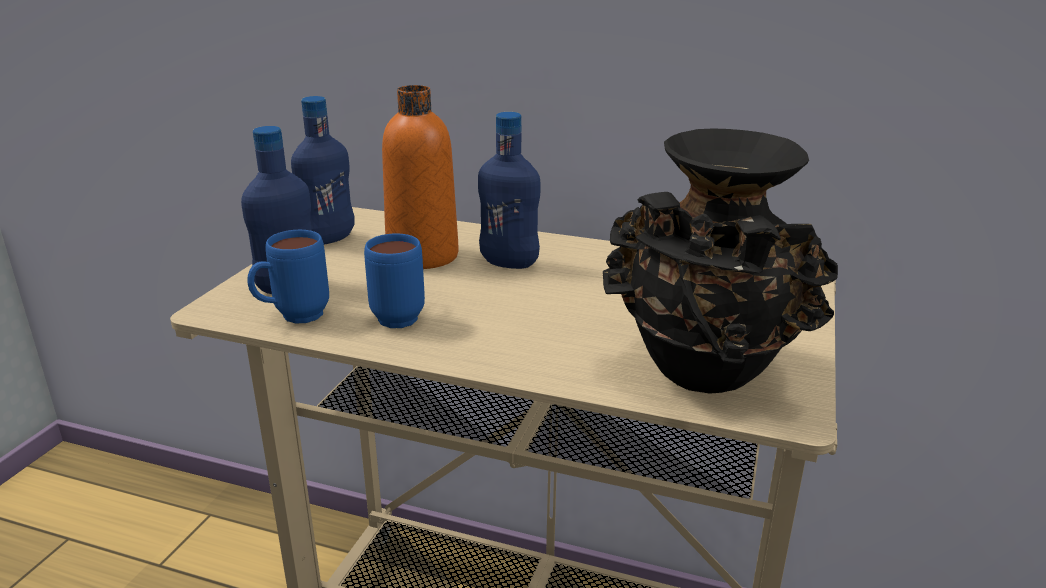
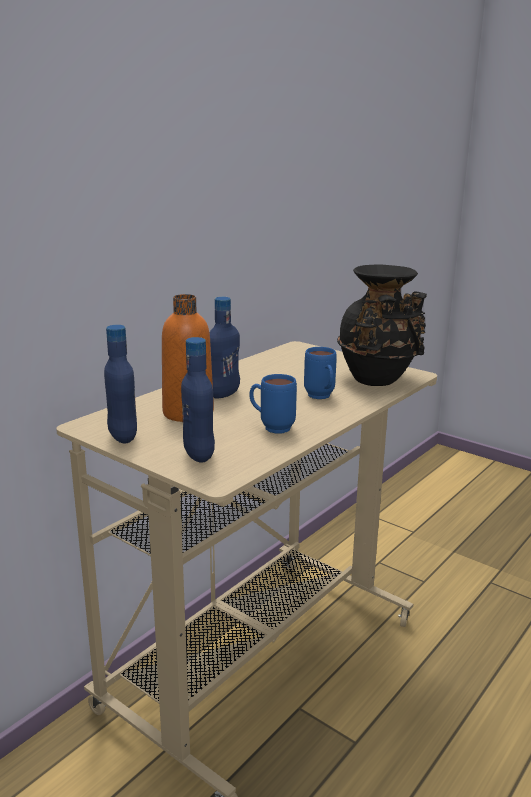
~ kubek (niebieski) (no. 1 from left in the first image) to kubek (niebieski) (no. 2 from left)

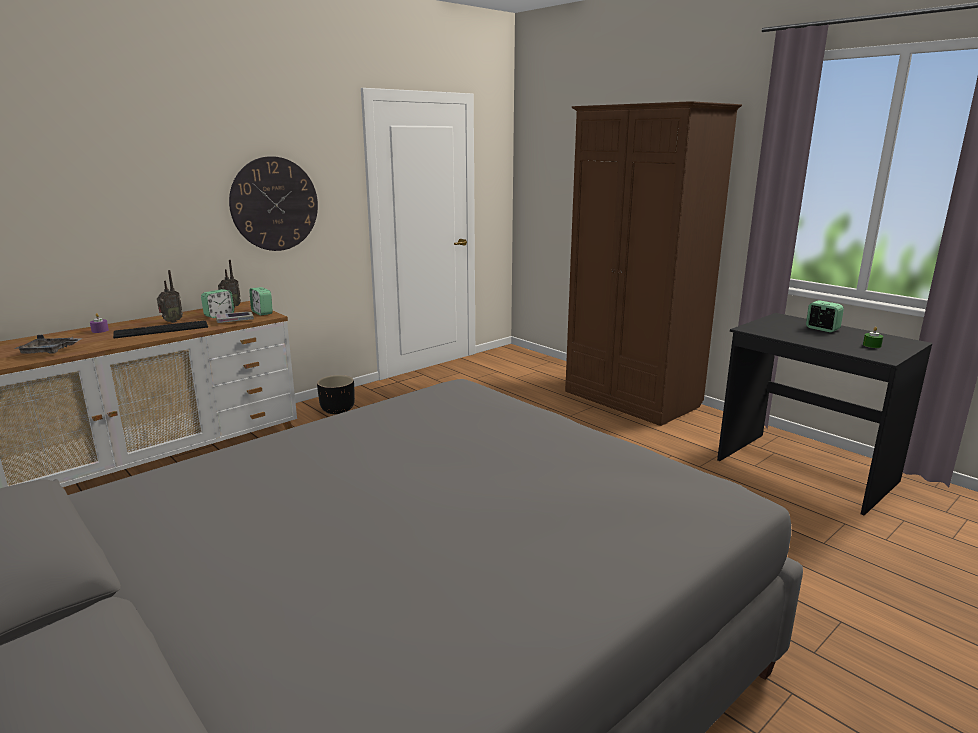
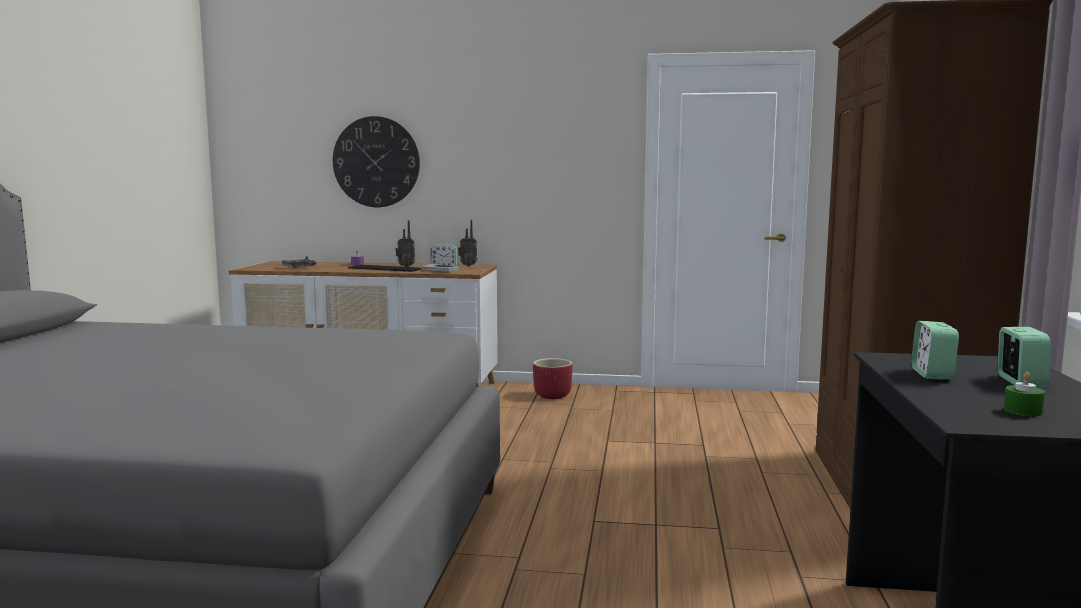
~ zegar ścienny
~ budzik (no. 2 from left)
~ donica (czarny) to donica (czerwony)

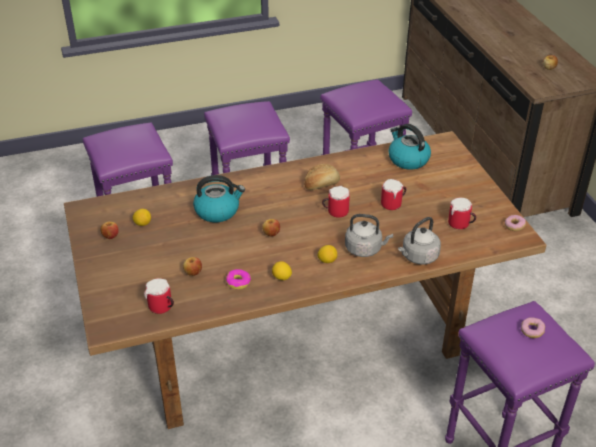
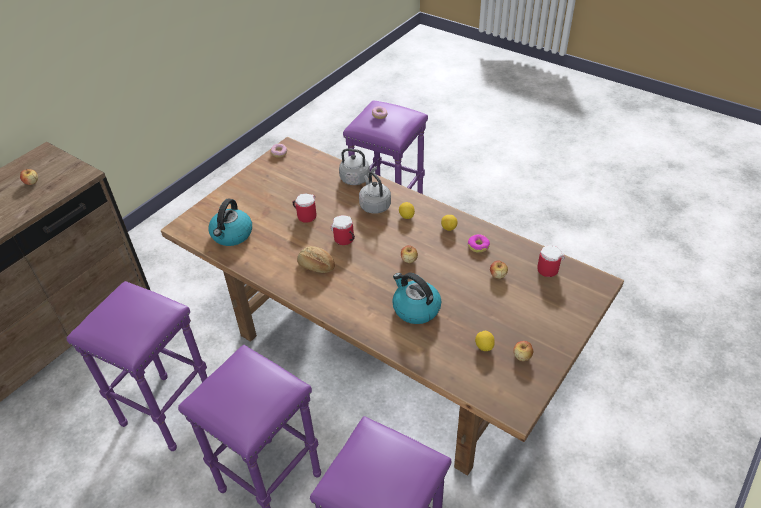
- kubek (no. 4 from left)

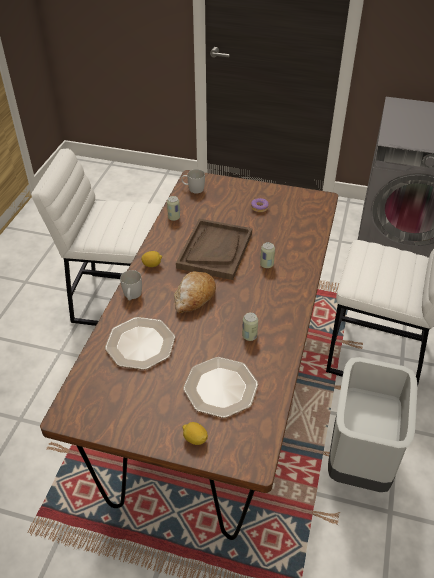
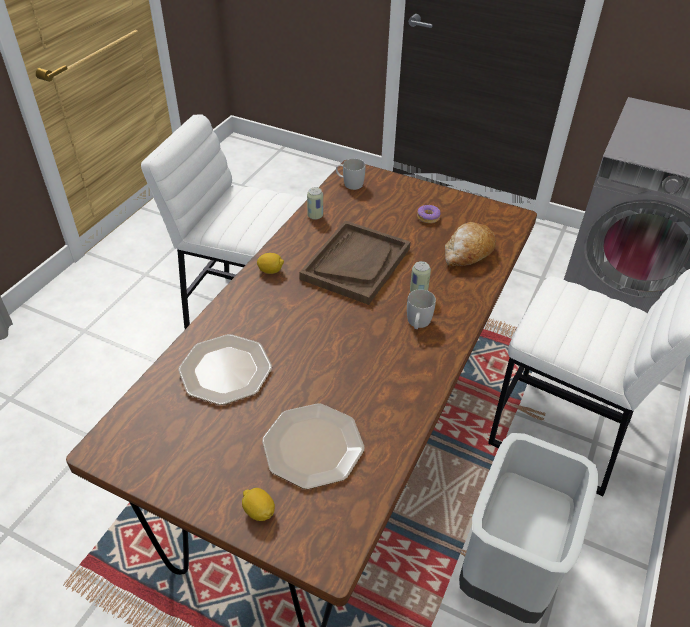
~ kubek (biały) (no. 1 from left in the first image) to kubek (biały) (no. 2 from left)
~ chleb
- puszka (no. 2 from left)

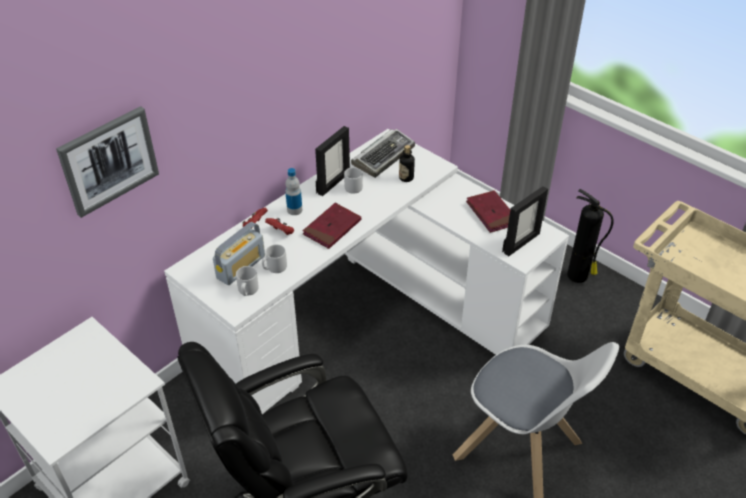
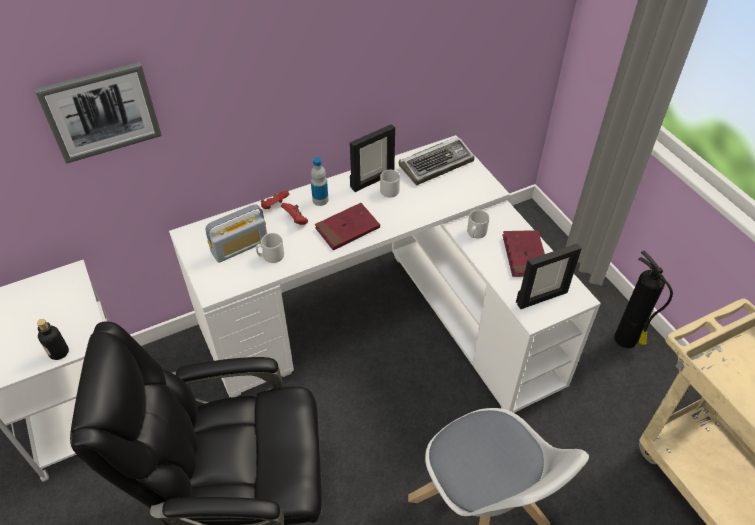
~ butelka (no. 2 from left in the first image) to butelka (no. 1 from left)
~ kubek (szary) (no. 1 from left in the first image) to kubek (szary) (no. 3 from left)

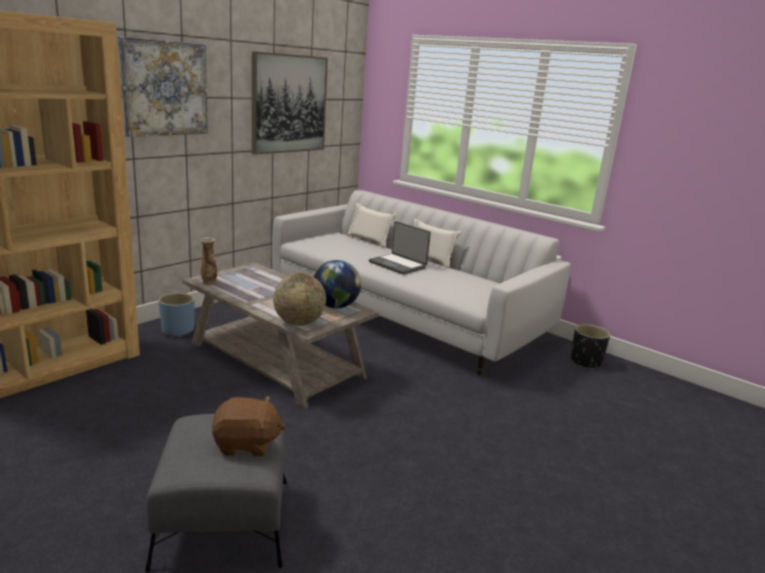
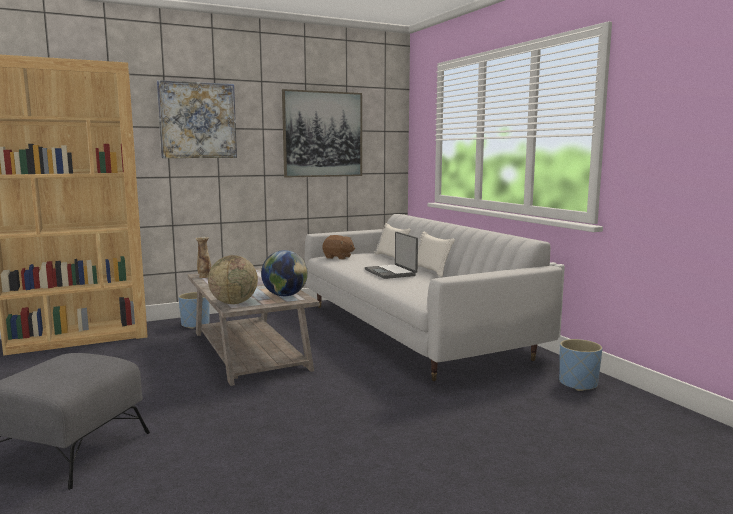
~ donica (czarny) to donica (niebieski) (no. 2 from left)
~ pluszak (brązowy)

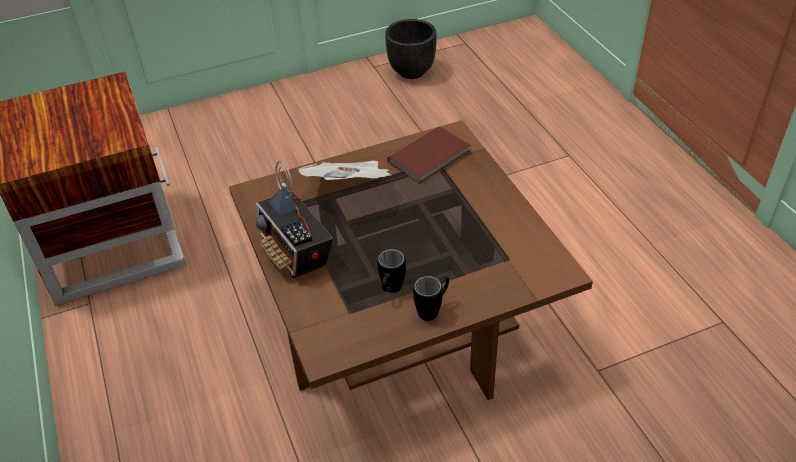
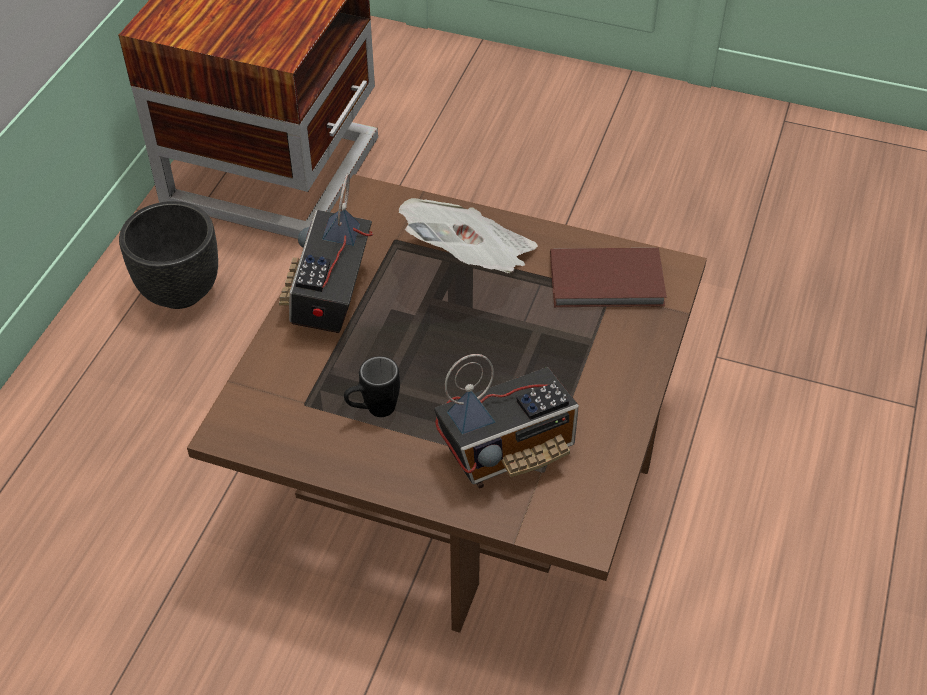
~ donica (czarny)
- kubek (czarny) (no. 2 from left)
+ radio (no. 2 from left)

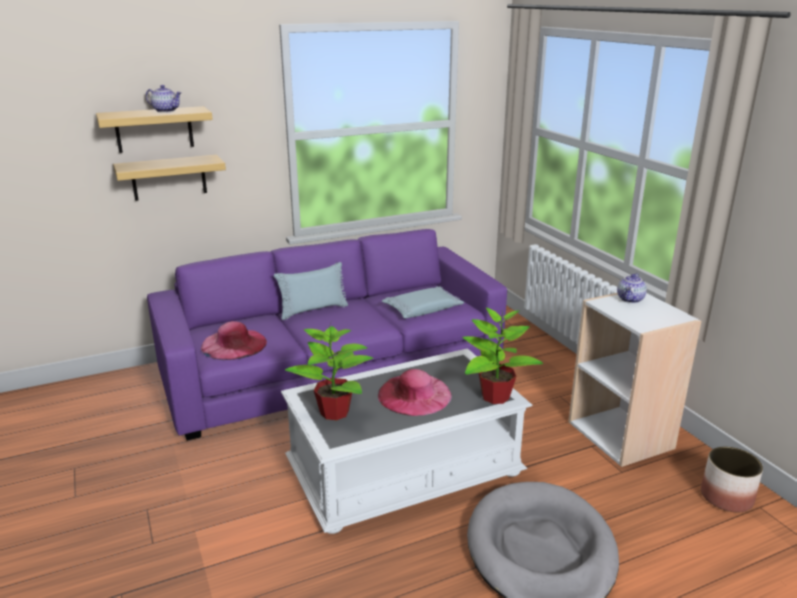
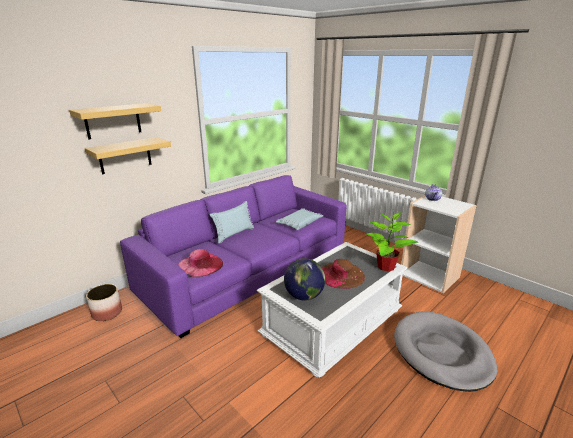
- imbryk (no. 1 from left)
~ roślina doniczkowa (no. 1 from left) to globus
~ kapelusz (różowy) (no. 2 from left) to kapelusz (brązowy)
~ donica

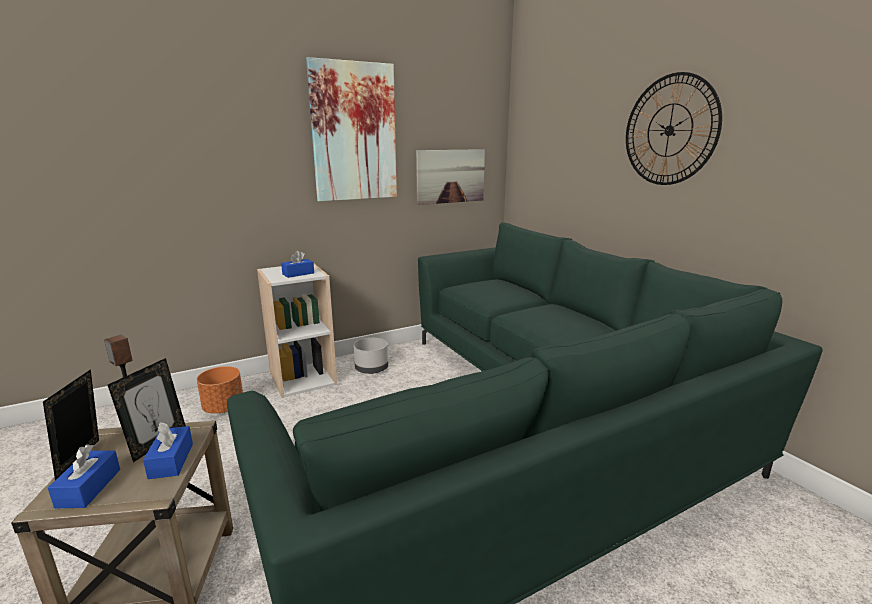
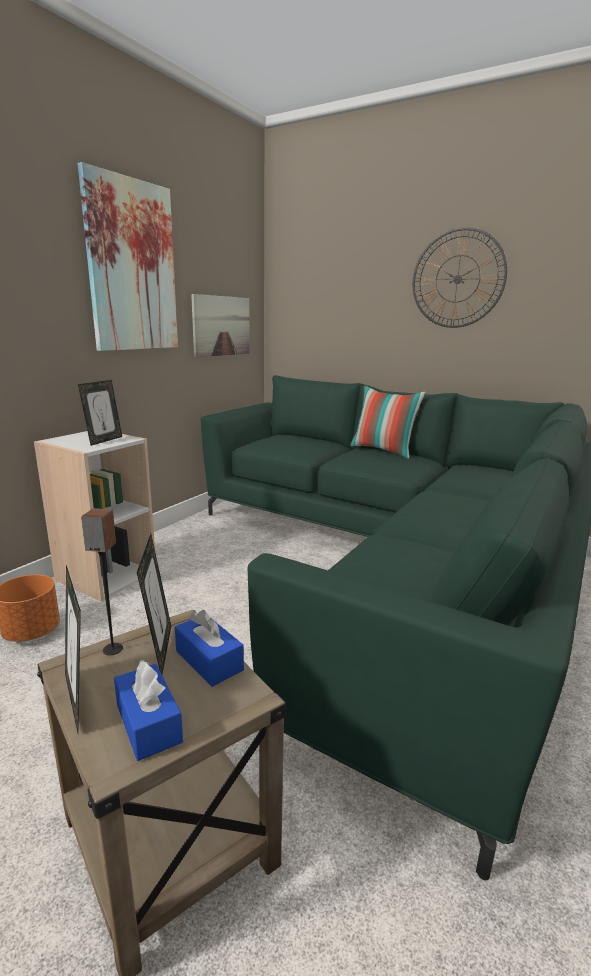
~ pudełko chusteczek (niebieski) (no. 3 from left) to ramka na zdjęcie (no. 2 from left)
- donica (szary)
+ poduszka

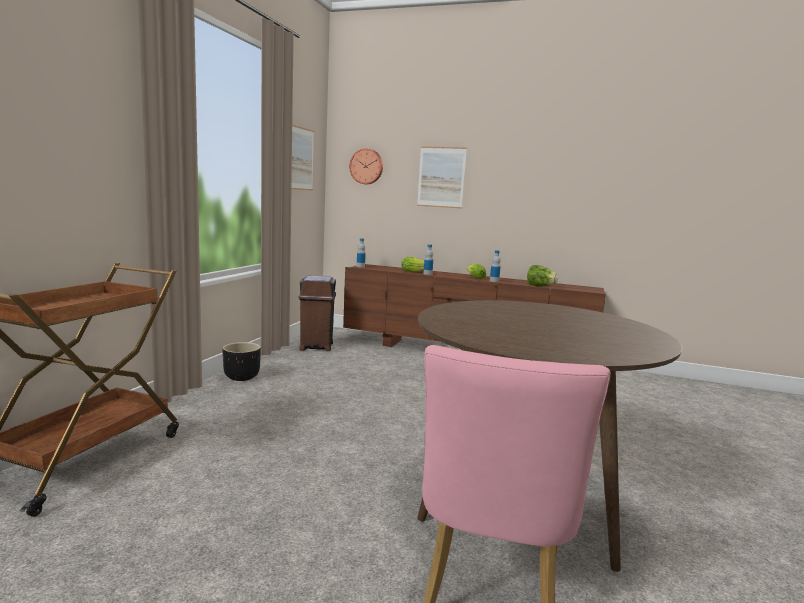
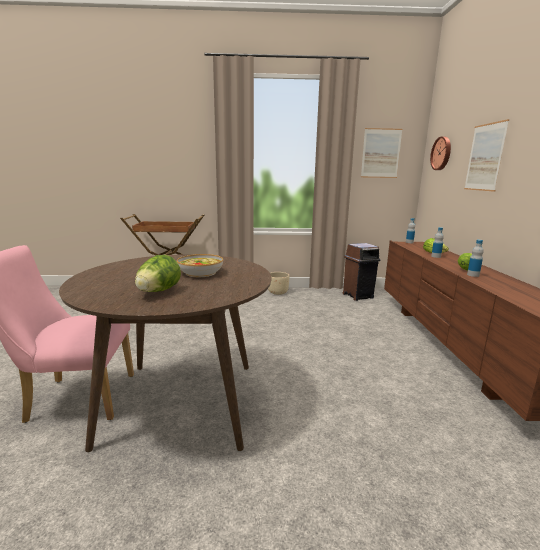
~ sałata (no. 3 from left in the first image) to sałata (no. 1 from left)
~ donica (czarny) to donica (beżowy)
+ miska

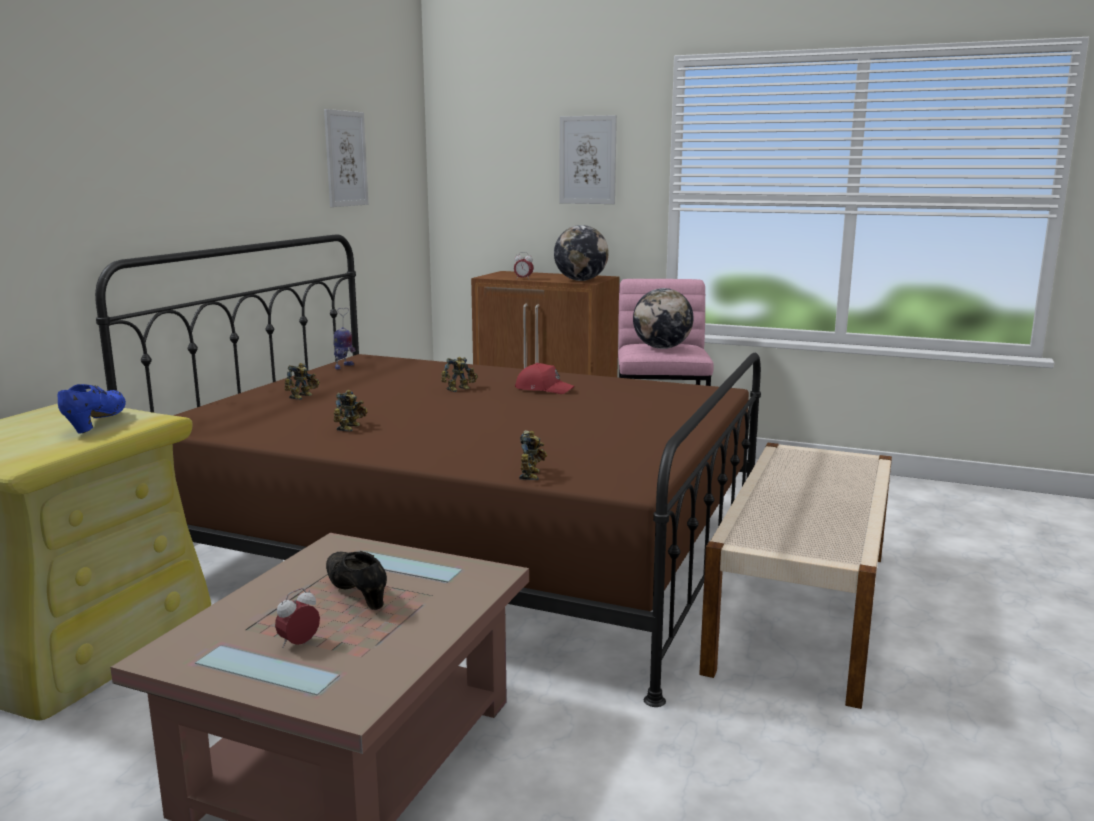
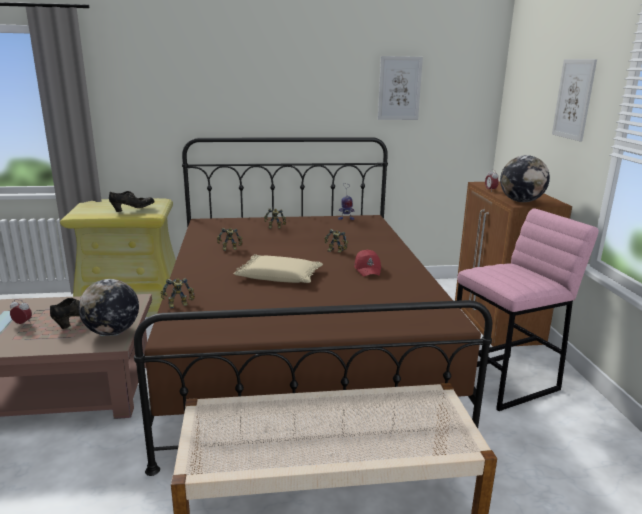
~ globus (no. 2 from left in the first image) to globus (no. 1 from left)
~ but (niebieski) to but (czarny) (no. 2 from left)
+ poduszka (beżowy)

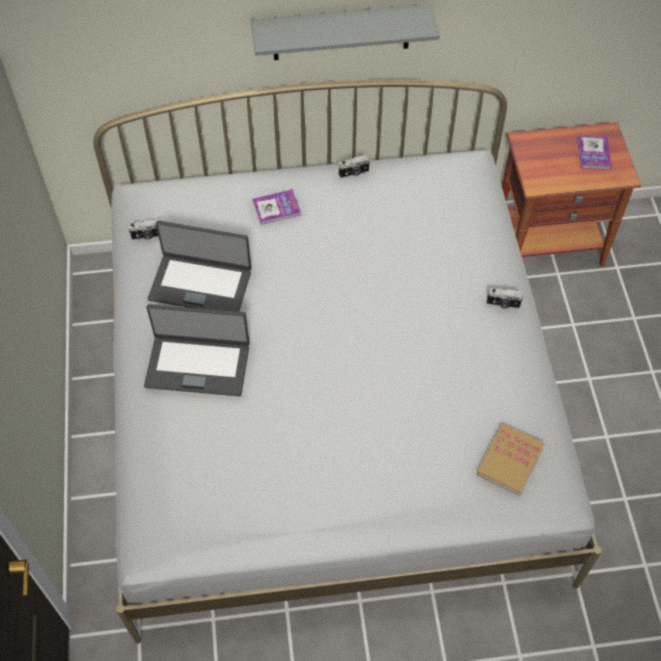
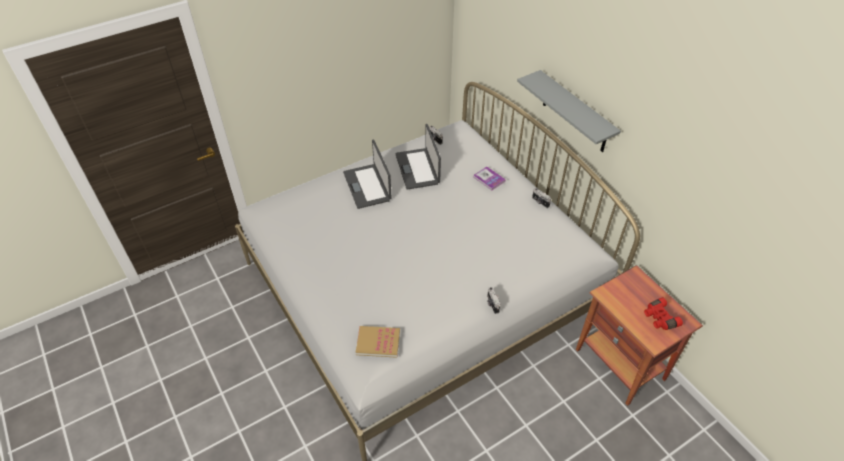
~ książka (no. 3 from left) to lornetka (czerwony)

